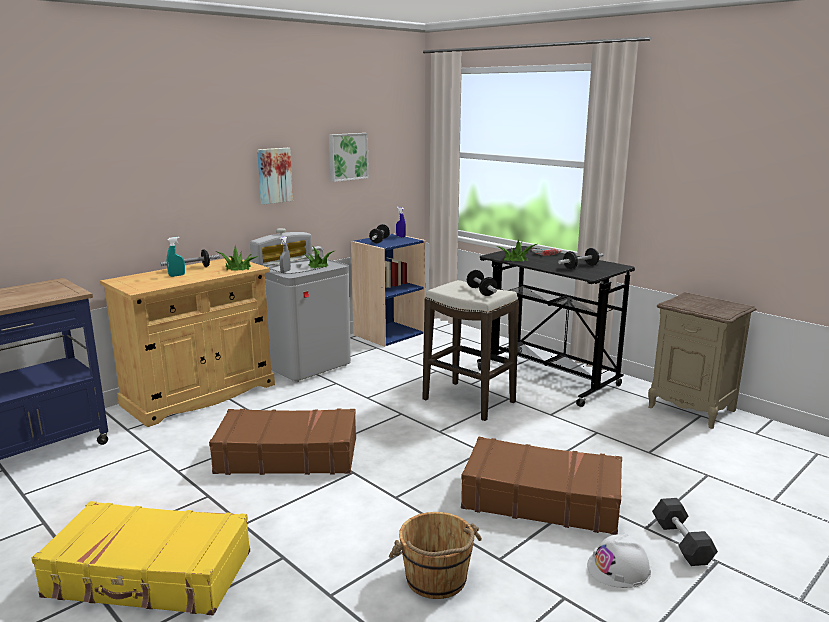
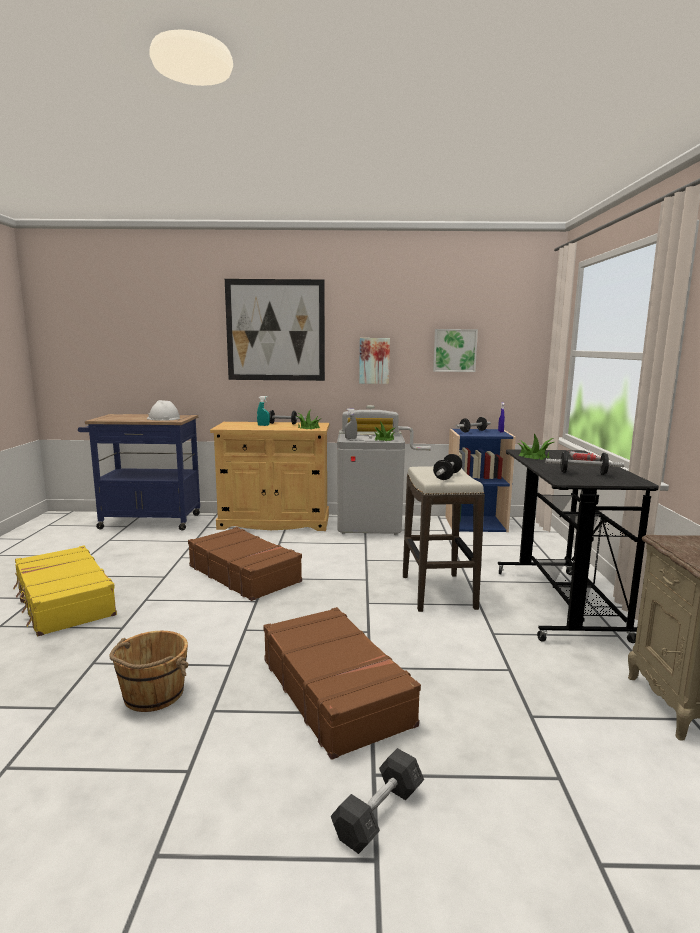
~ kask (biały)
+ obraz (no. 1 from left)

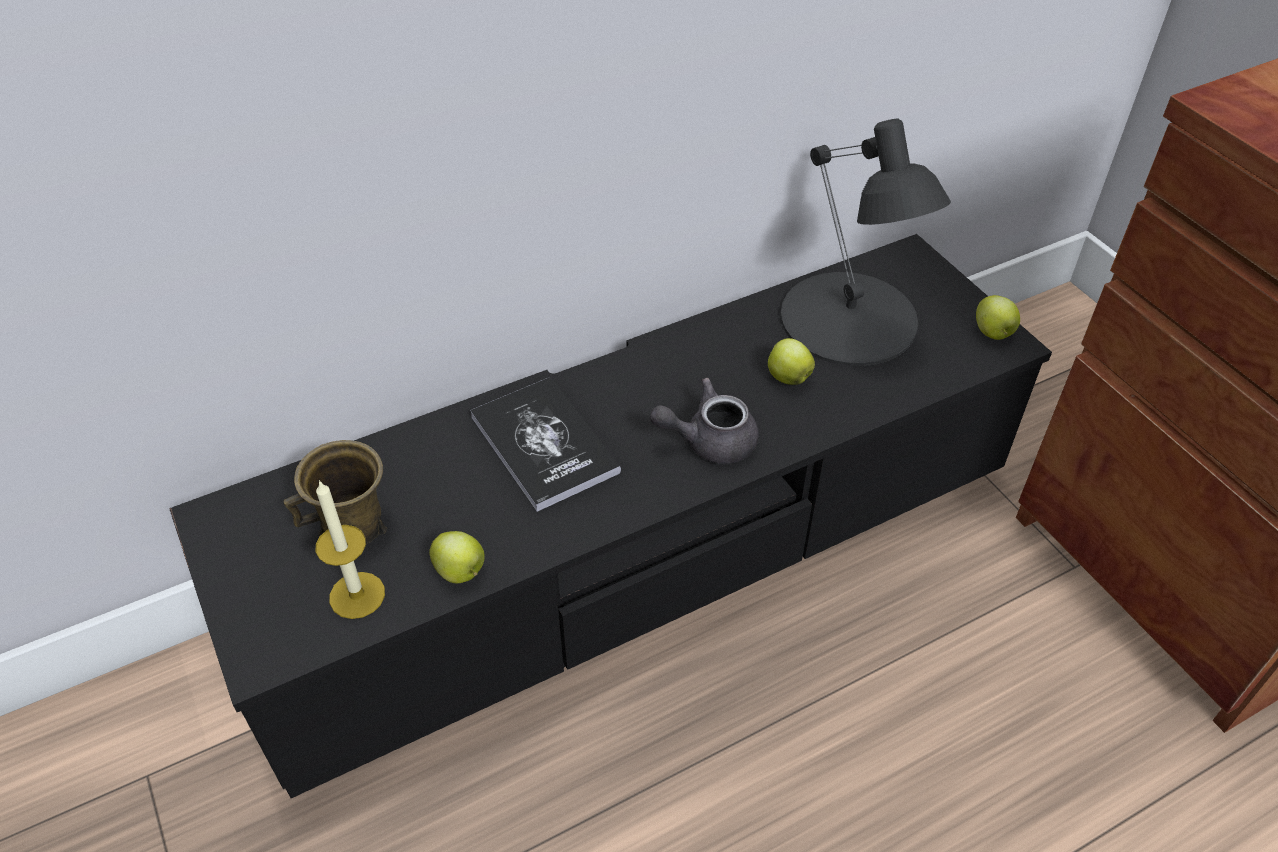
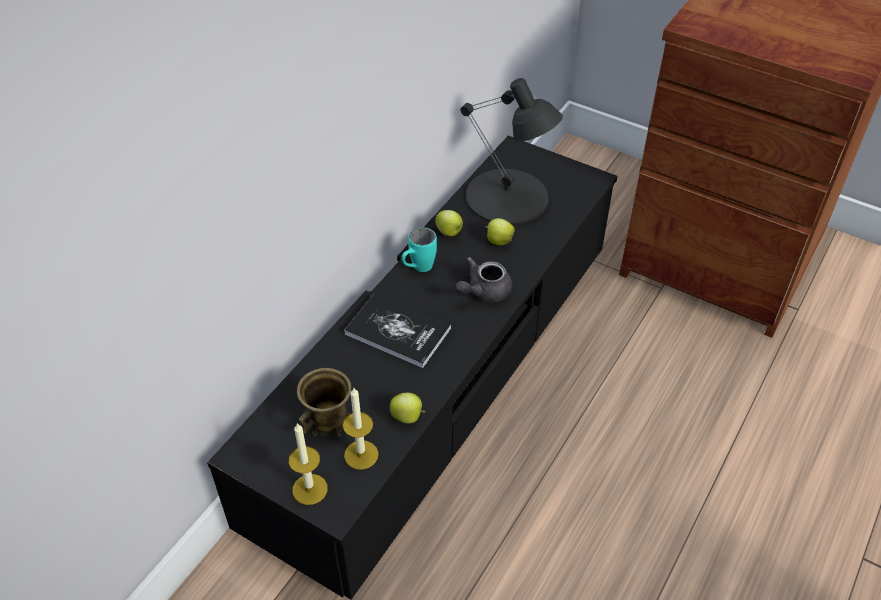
~ jabłko (no. 3 from left in the first image) to jabłko (no. 2 from left)
+ kubek (turkusowy)
+ świeca (no. 1 from left)

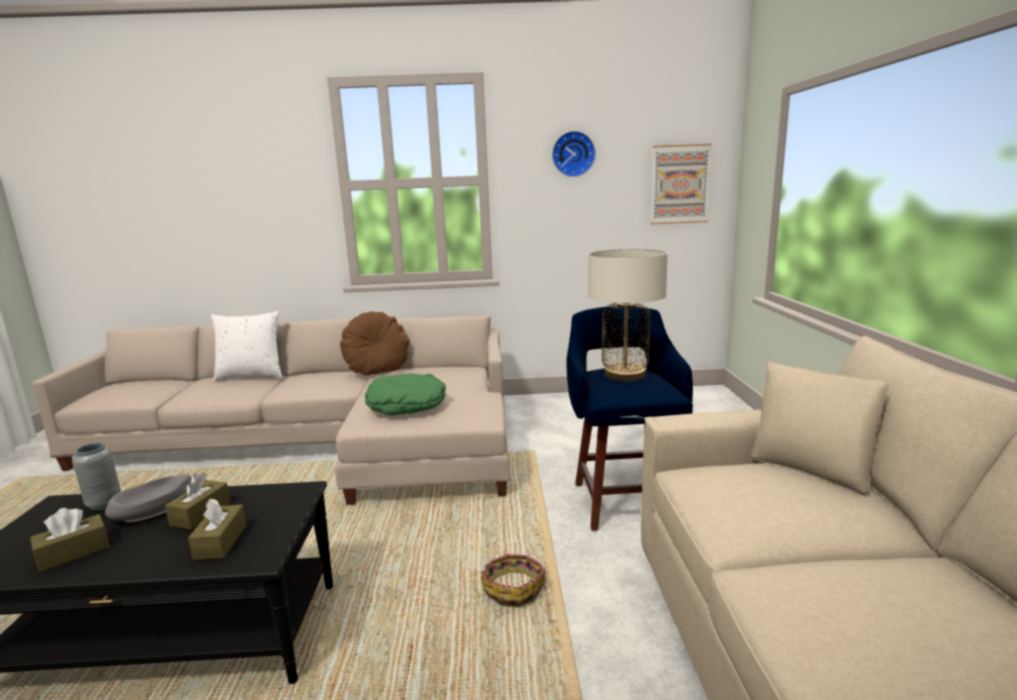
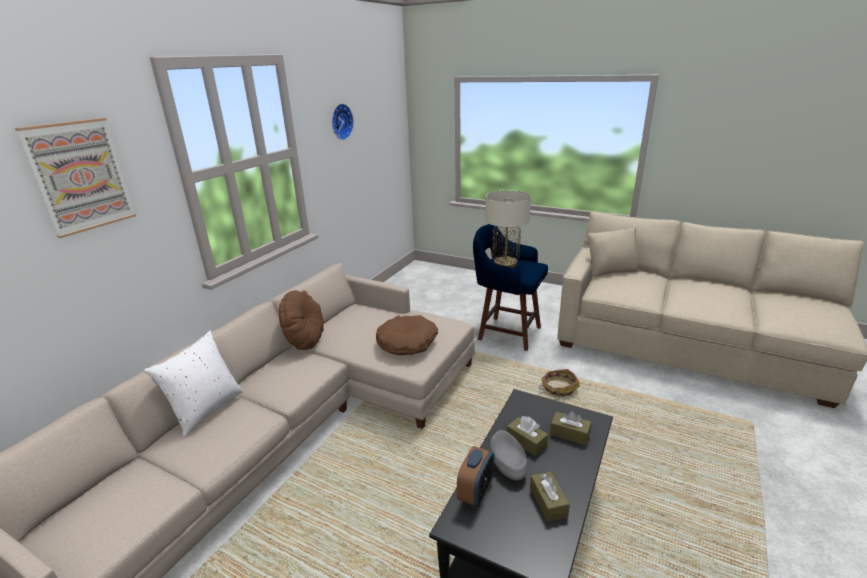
~ obraz
~ poduszka (zielony) to poduszka (brązowy) (no. 2 from left)
~ wazon (szary) to budzik

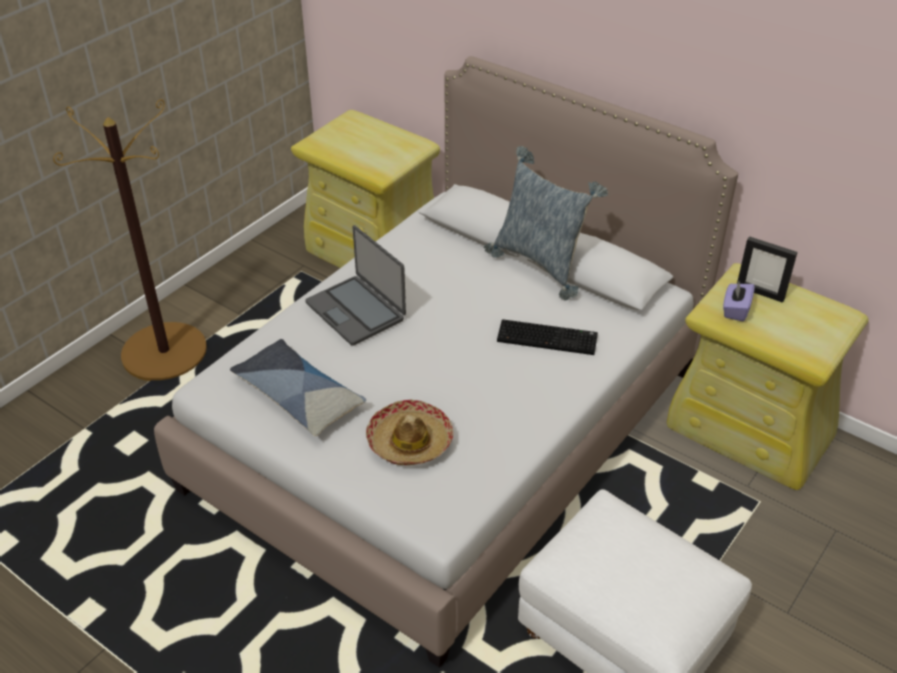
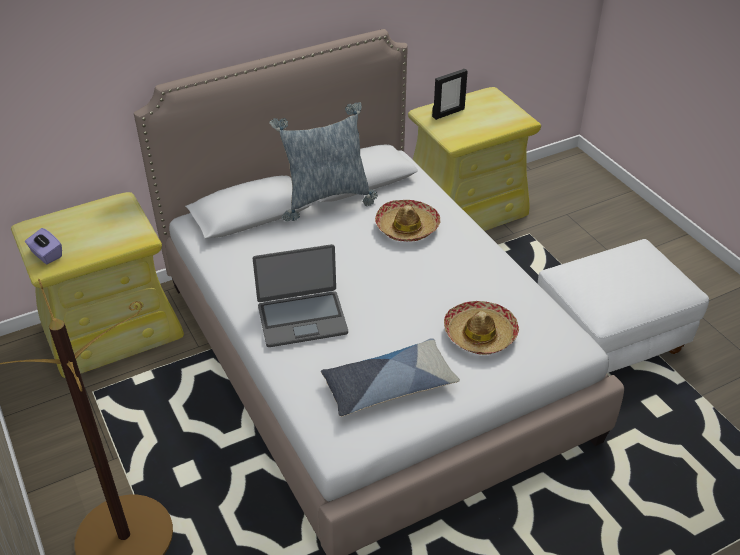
~ pudełko chusteczek (fioletowy)
~ klawiatura to kapelusz (no. 1 from left)

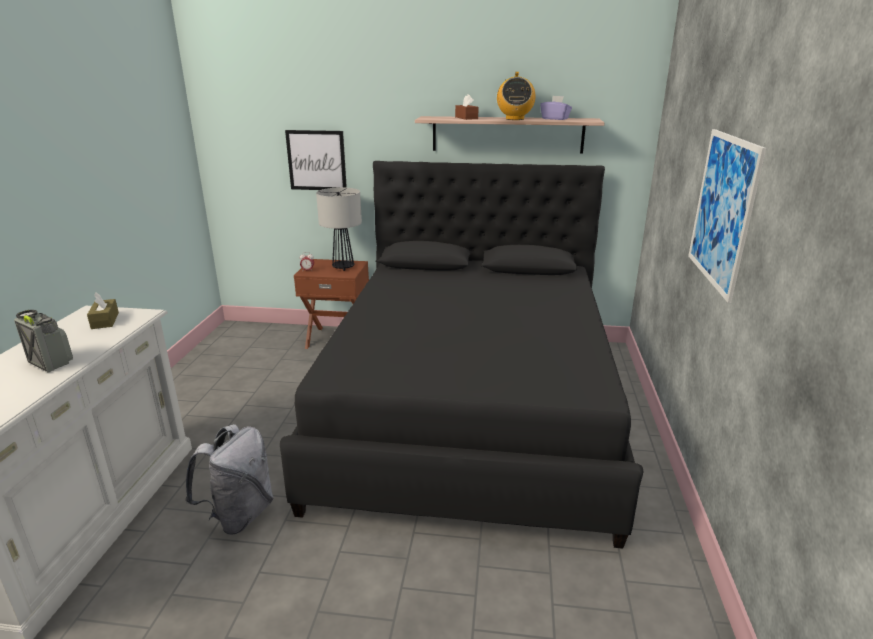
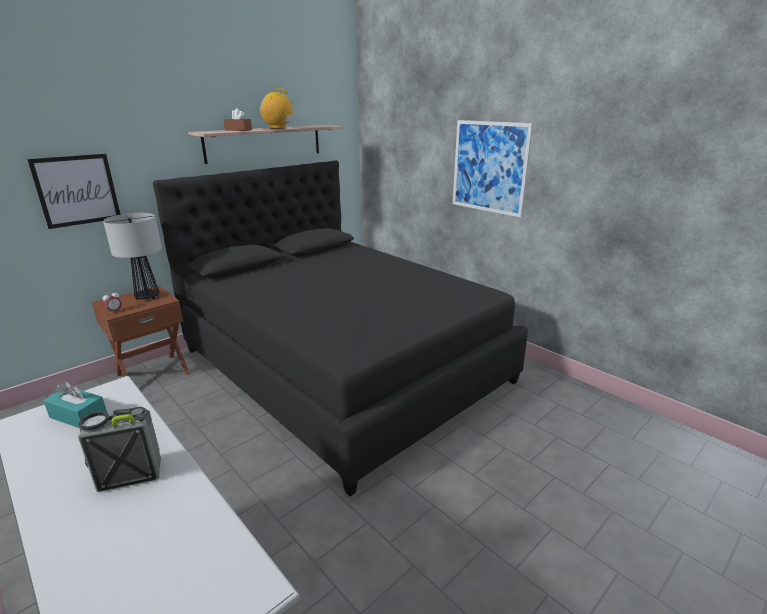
~ radio (no. 2 from left) 150 degrees clockwise
- pudełko chusteczek (fioletowy)
~ pudełko chusteczek (brązowy) (no. 1 from left) to pudełko chusteczek (turkusowy)
- plecak (szary)

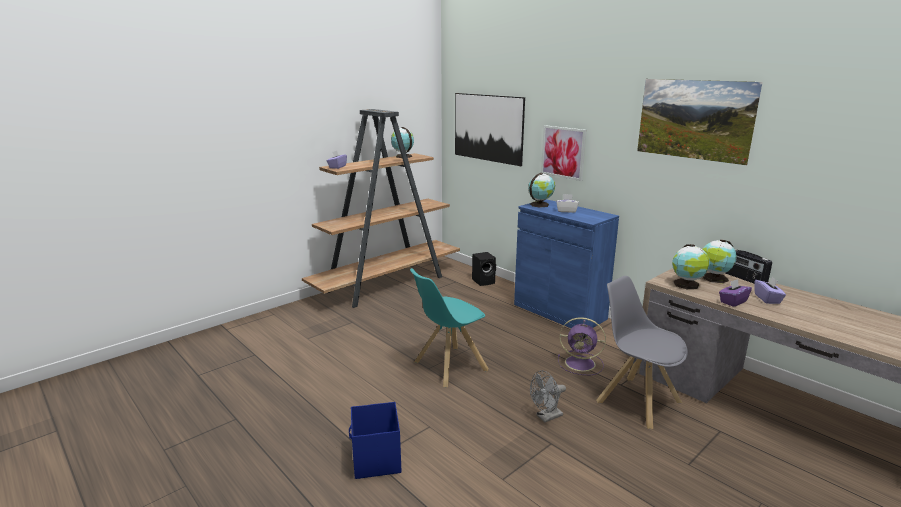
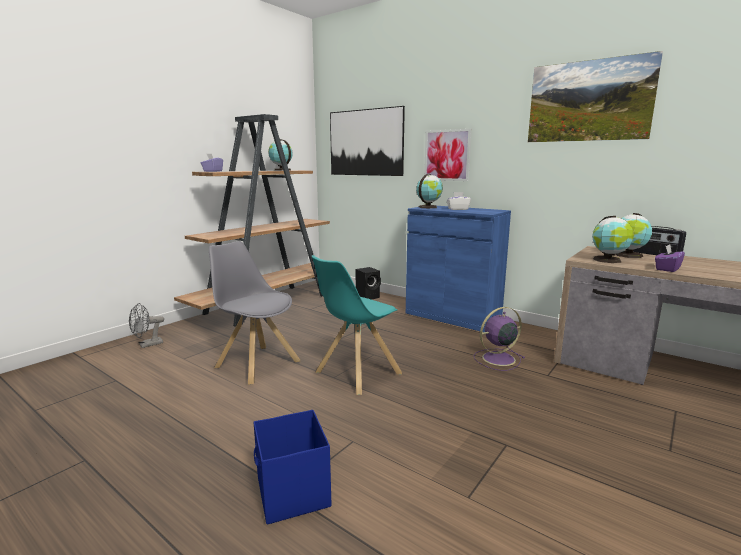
~ krzesło (szary)
- pudełko chusteczek (fioletowy) (no. 3 from left)
~ wentylator (fioletowy) 150 degrees clockwise
~ wentylator (szary)

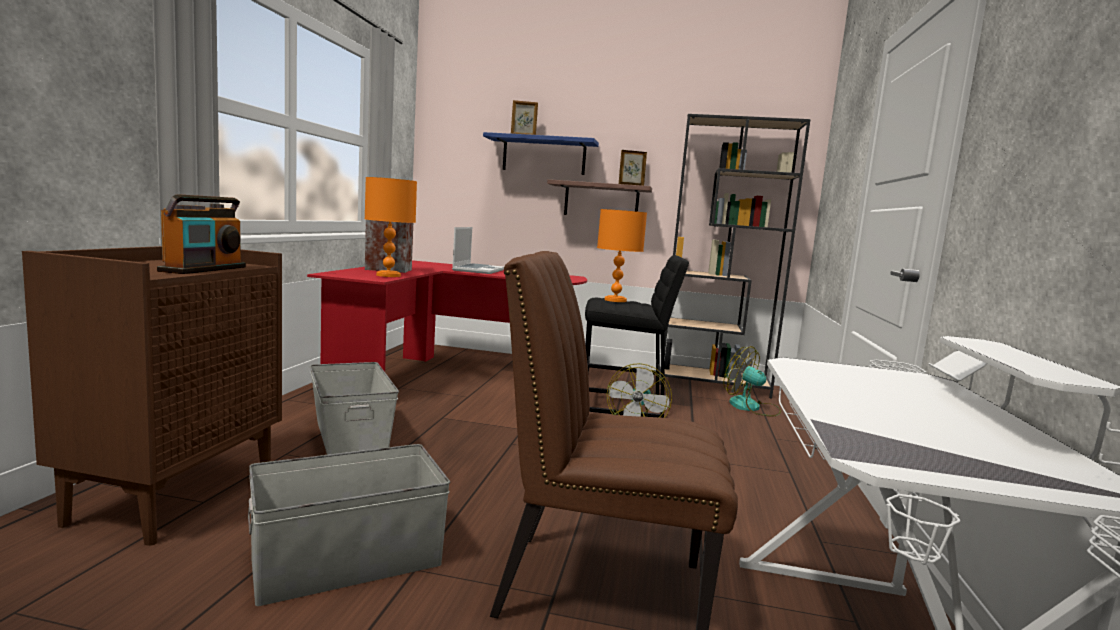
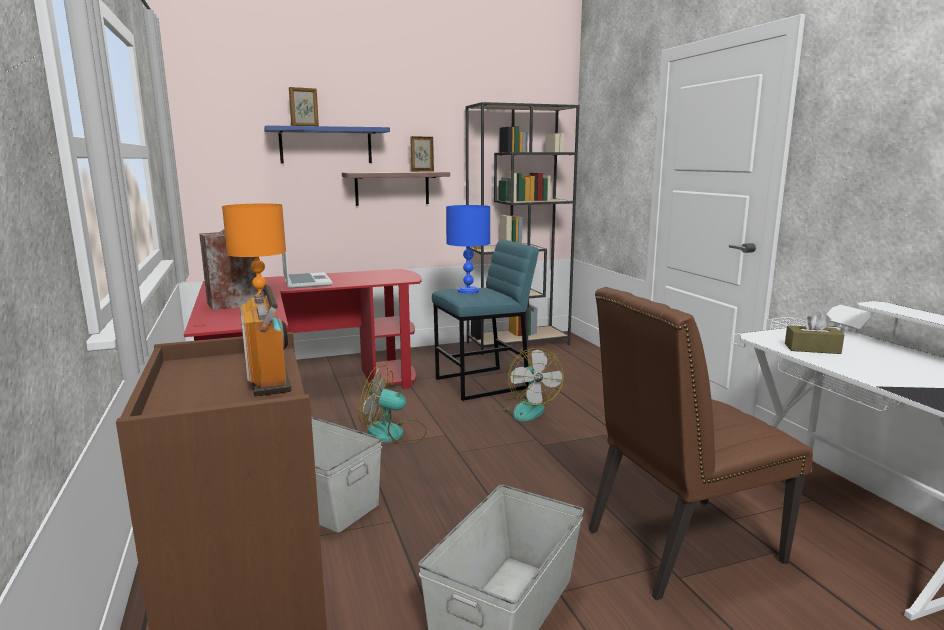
~ lampa stołowa (pomarańczowy) (no. 2 from left) to lampa stołowa (niebieski)
~ stołek (czarny) to stołek (niebieski)
~ wentylator (no. 2 from left in the first image) to wentylator (no. 1 from left)
+ pudełko chusteczek (brązowy)

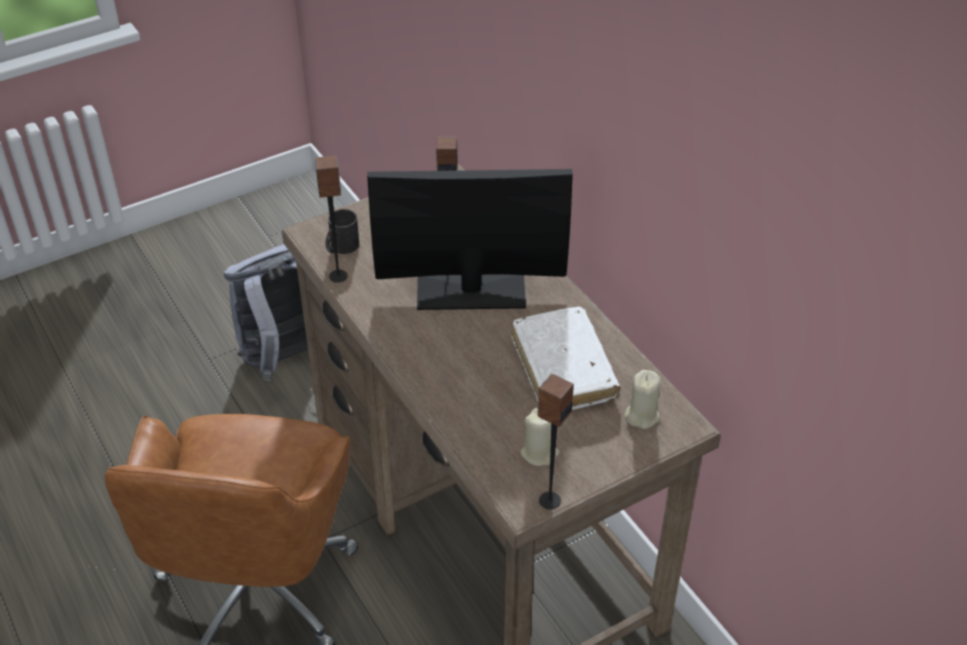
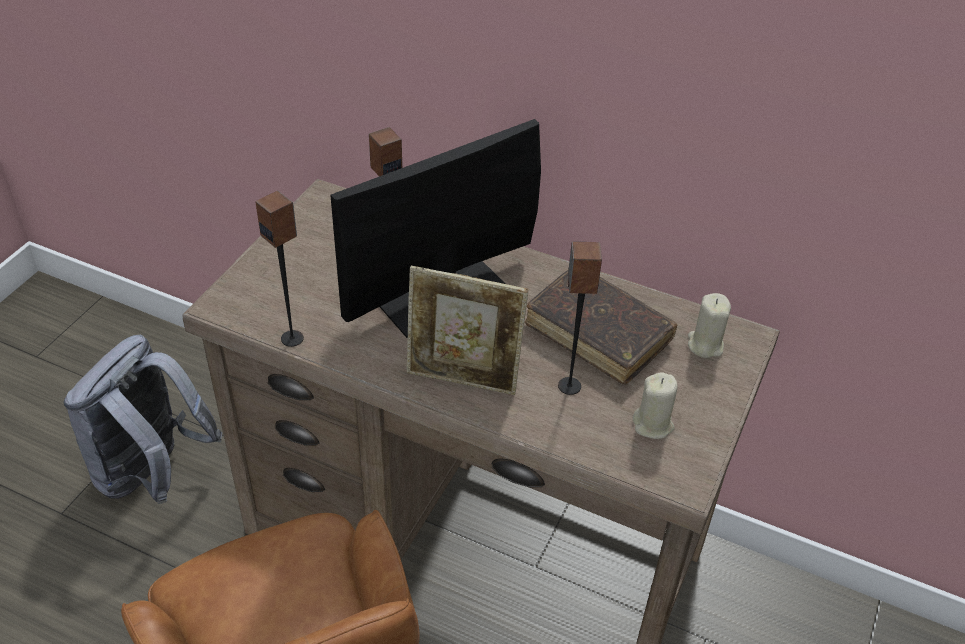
- kubek (czarny)
~ książka (biały) to książka (brązowy)
~ głośnik (no. 3 from left)
+ ramka na zdjęcie

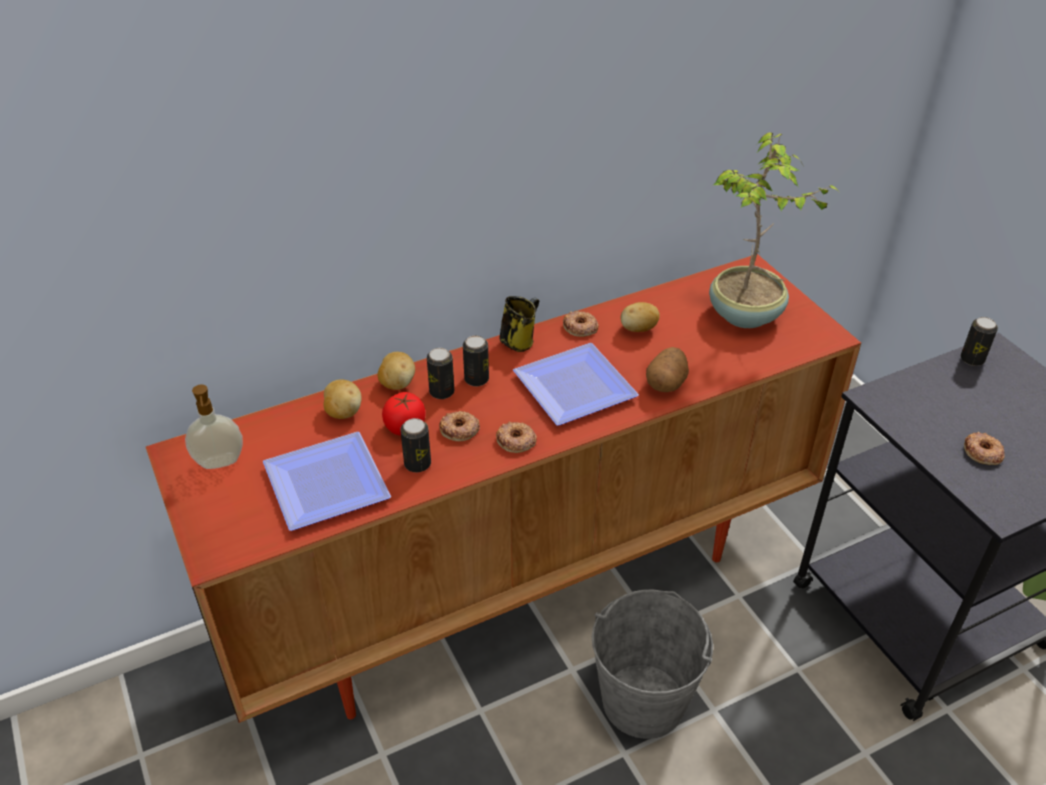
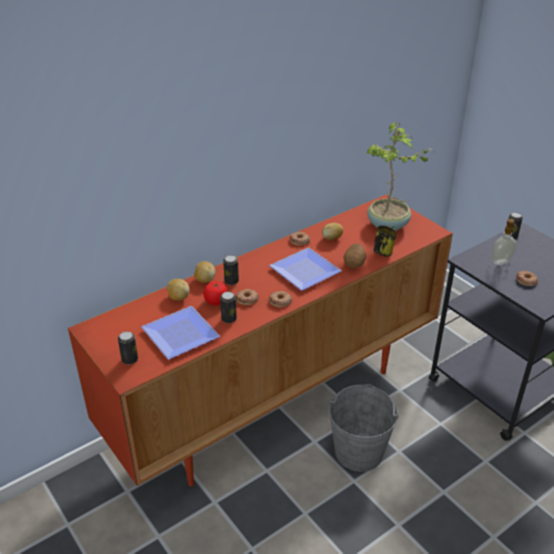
~ kubek
~ puszka (no. 3 from left in the first image) to puszka (no. 1 from left)
~ dozownik mydła

